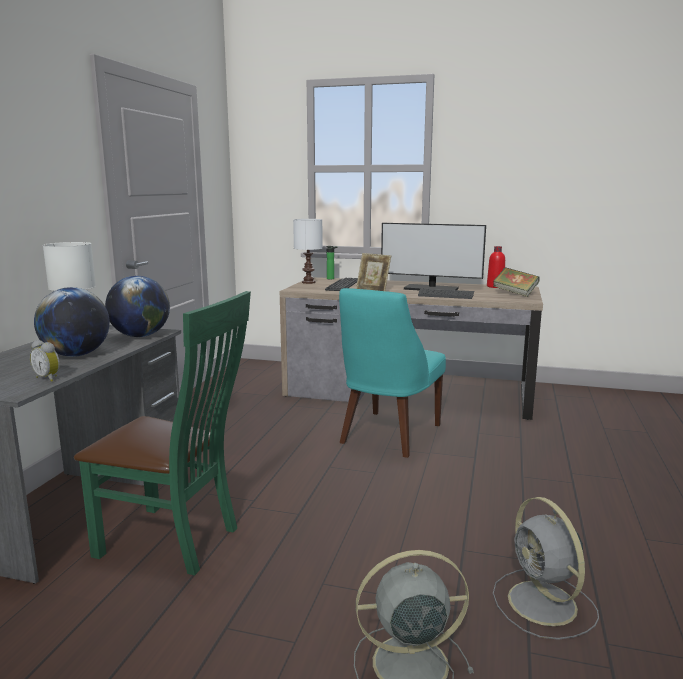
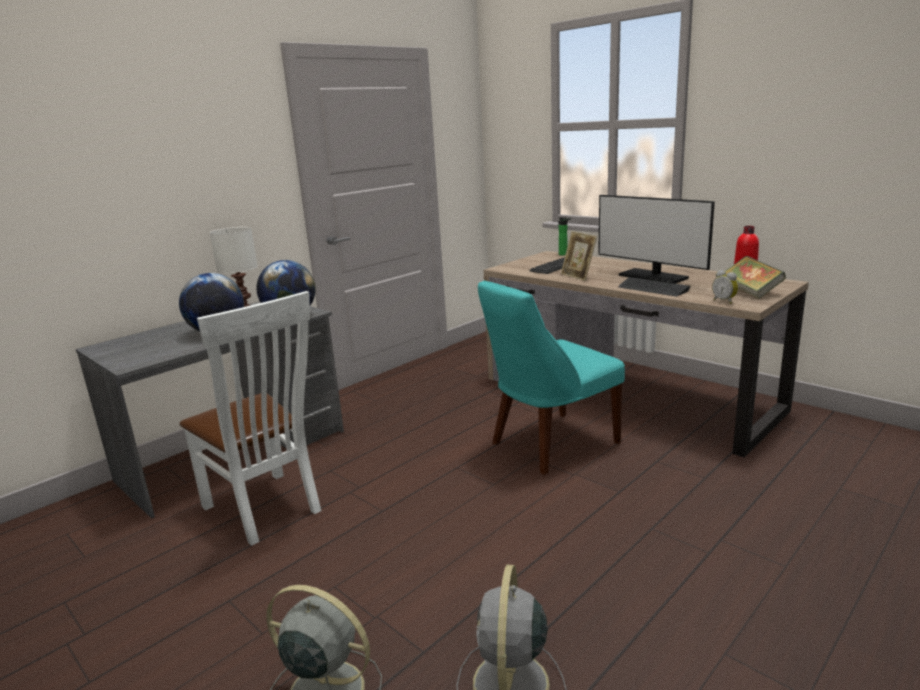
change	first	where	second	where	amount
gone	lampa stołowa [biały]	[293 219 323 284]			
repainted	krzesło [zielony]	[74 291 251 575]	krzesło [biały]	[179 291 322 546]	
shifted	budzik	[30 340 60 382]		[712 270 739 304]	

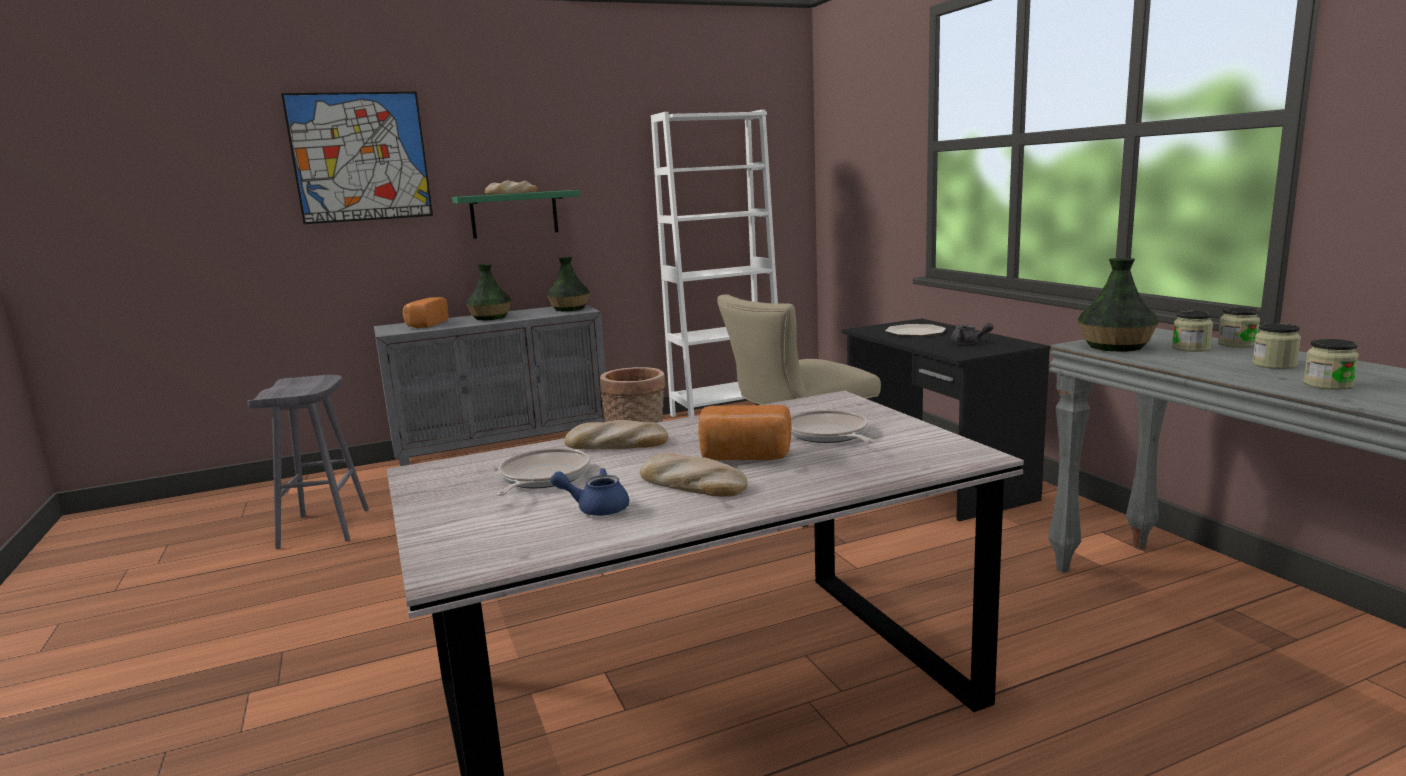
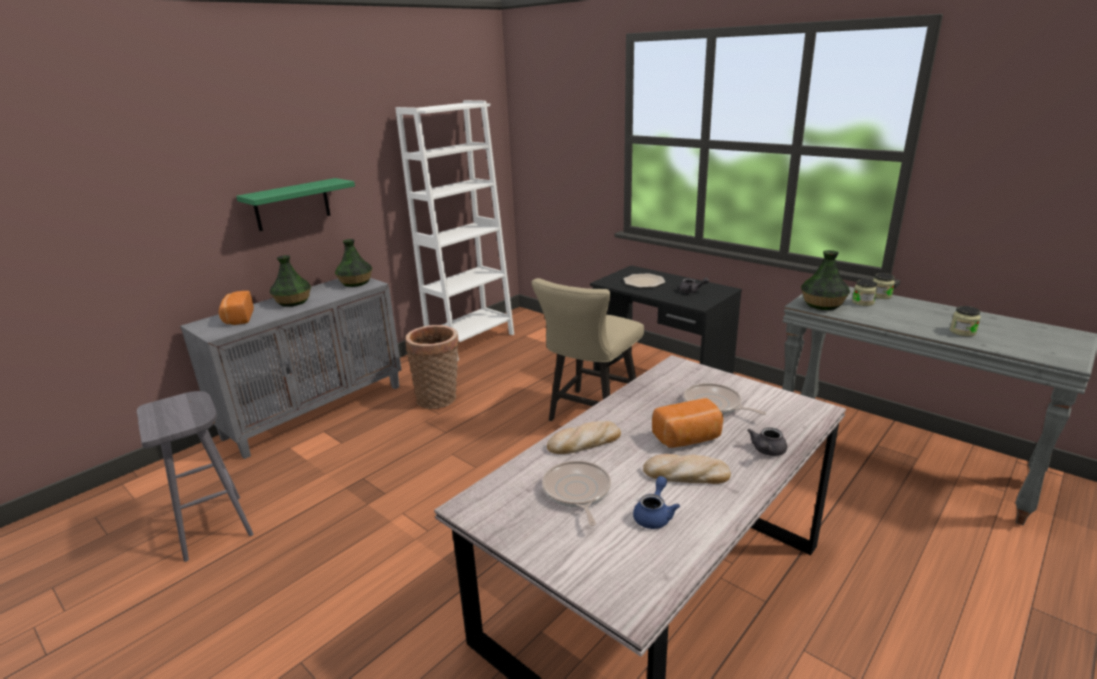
change	first	where	second	where	amount
gone	obraz	[281 92 433 224]			
gone	chleb	[485 180 538 195]			
gone	słoik	[1252 323 1301 369]			
rotated	imbryk [niebieski]	[551 468 629 516]		[633 476 680 529]	135 degrees clockwise
new			imbryk [szary]	[747 427 787 456]	

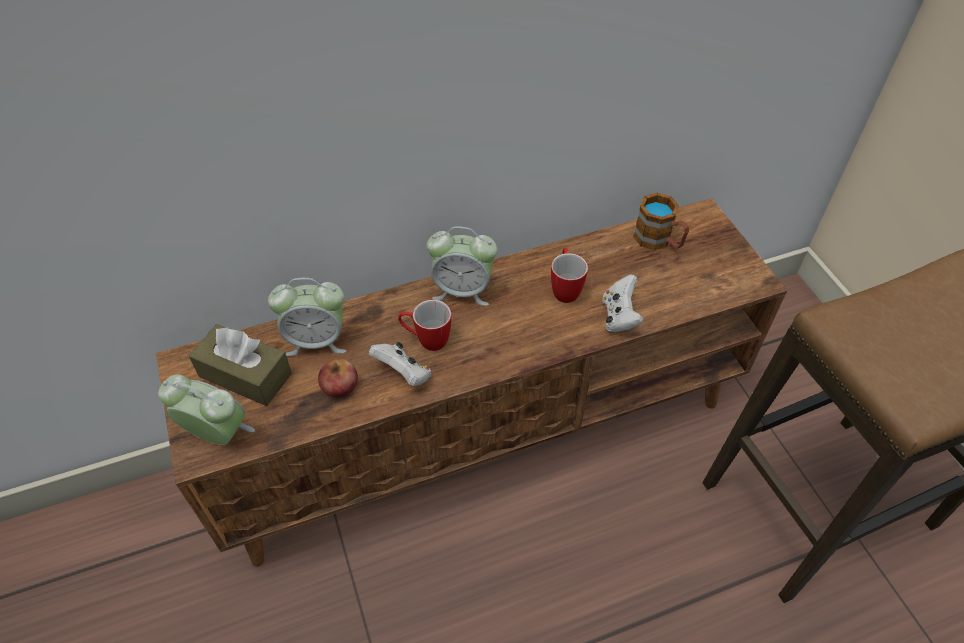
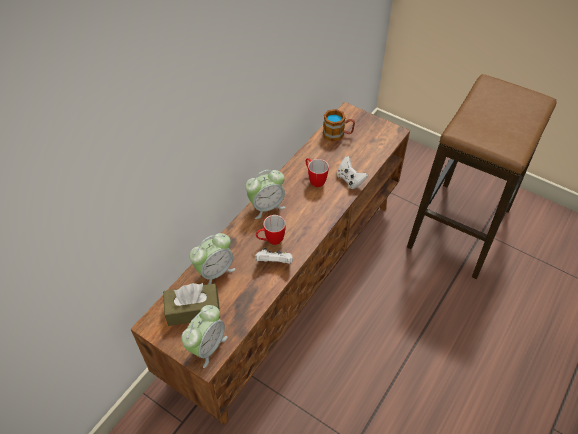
change	first	where	second	where	amount
gone	jabłko	[318 358 358 398]			
rotated	budzik	[158 374 255 445]		[181 305 227 368]	135 degrees clockwise

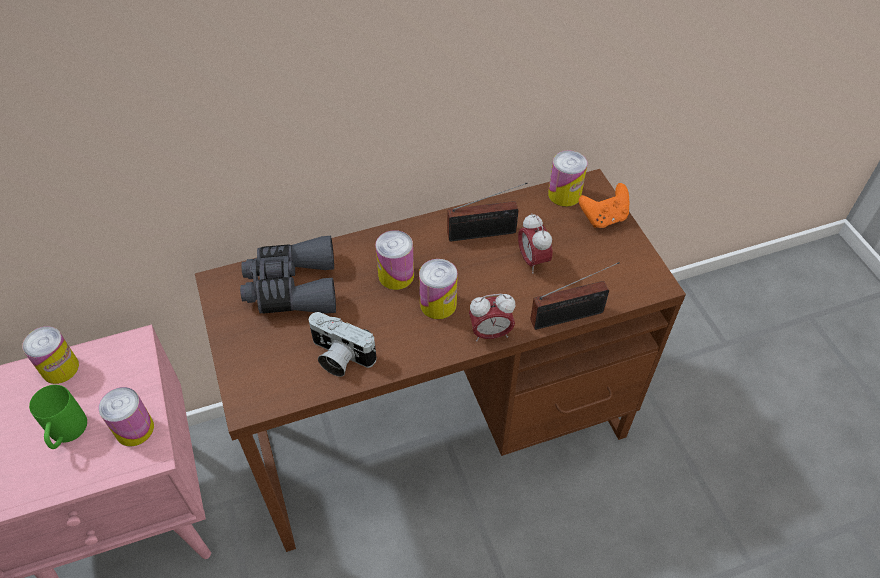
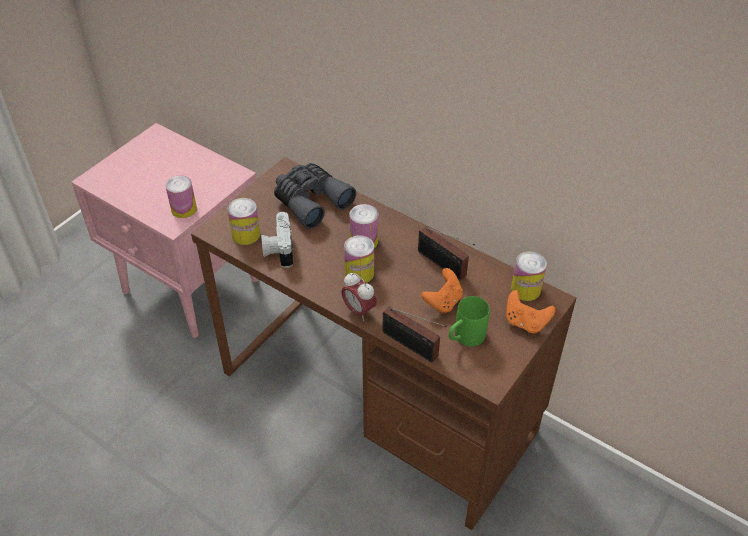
change	first	where	second	where	amount
swapped	budzik	[518 213 553 273]	pad do gier [pomarańczowy]	[421 268 463 314]	
shifted	puszka	[22 326 79 384]		[228 198 260 245]	
shifted	kubek [zielony]	[29 385 87 449]		[449 296 490 347]	

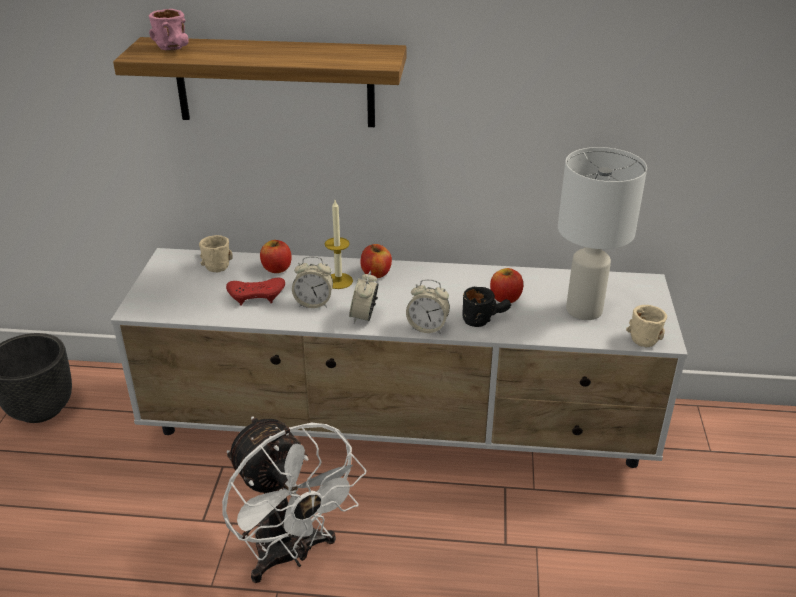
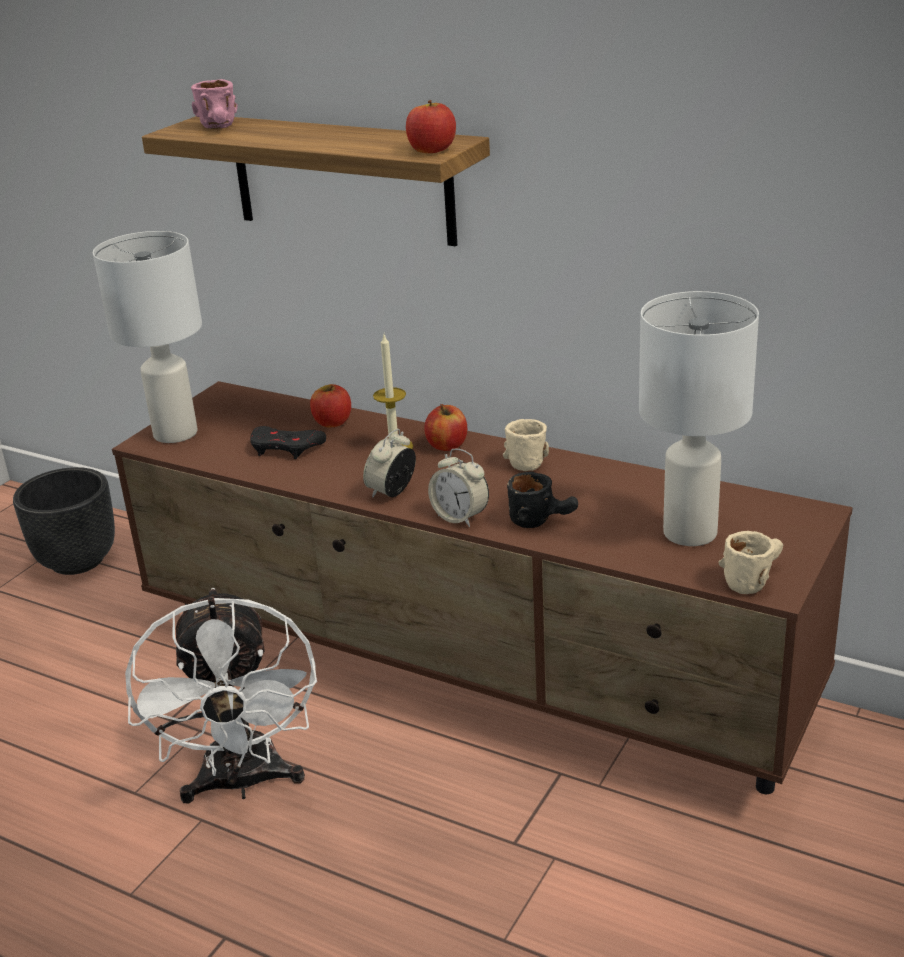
change	first	where	second	where	amount
shifted	kubek [beżowy]	[199 235 233 272]		[503 419 549 471]	
repainted	szafka pod telewizor [biały]	[111 248 688 468]	szafka pod telewizor [brązowy]	[112 381 853 794]	
gone	budzik	[292 256 333 308]			
shifted	jabłko	[490 268 523 303]		[406 100 456 153]	
repainted	pad do gier [czerwony]	[226 277 285 306]	pad do gier [czarny]	[250 426 326 459]	
new			lampa stołowa [biały]	[93 231 202 443]	

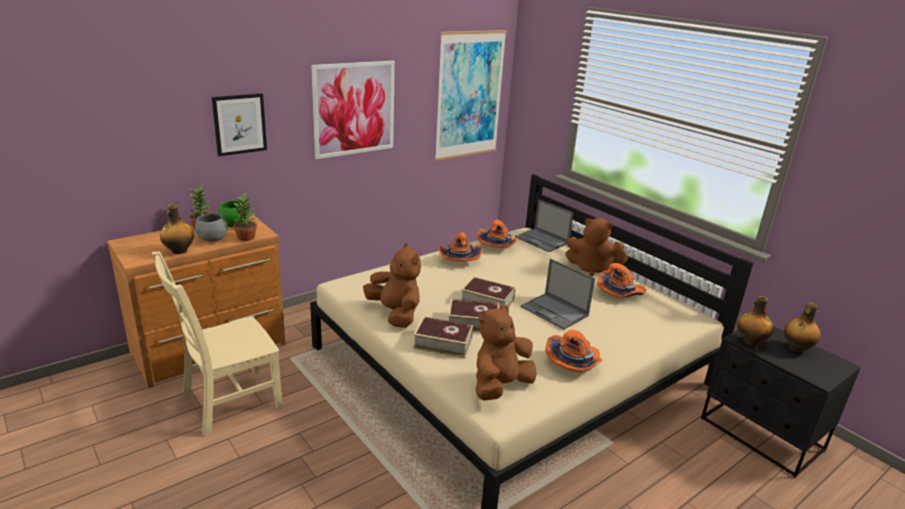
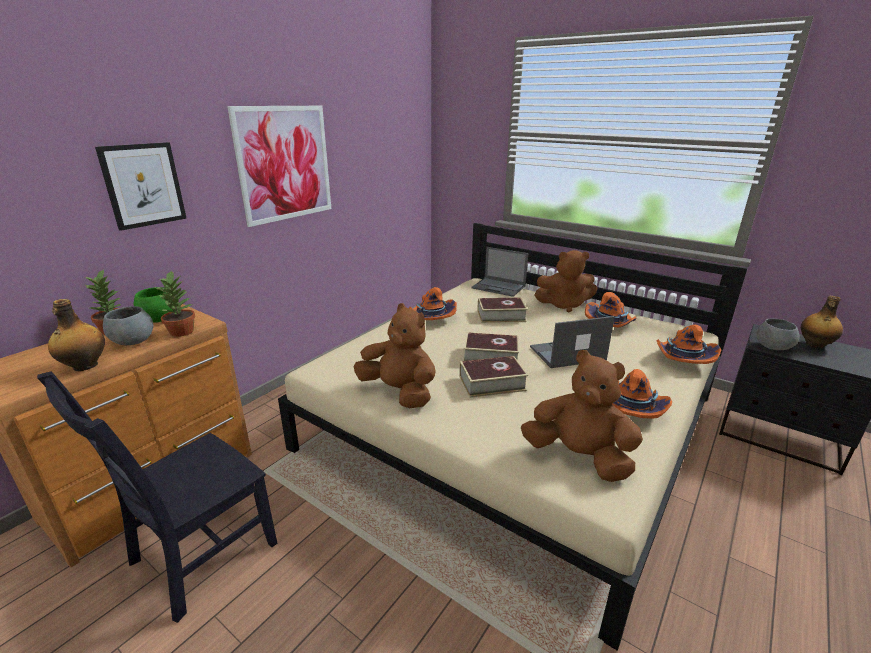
change	first	where	second	where	amount
gone	obraz	[434 30 507 161]			
shifted	kapelusz [pomarańczowy]	[477 220 519 248]		[656 325 721 364]	
repainted	krzesło [beżowy]	[152 251 283 436]	krzesło [czarny]	[37 371 277 623]	
rotated	laptop	[520 259 595 330]		[530 316 615 368]	135 degrees clockwise
swapped	butelka	[737 296 773 346]	miska [szary]	[756 319 799 350]	
rotated	pluszak [brązowy]	[476 305 537 401]		[521 350 643 482]	90 degrees clockwise
shifted	książka	[413 317 473 358]		[477 298 528 323]	

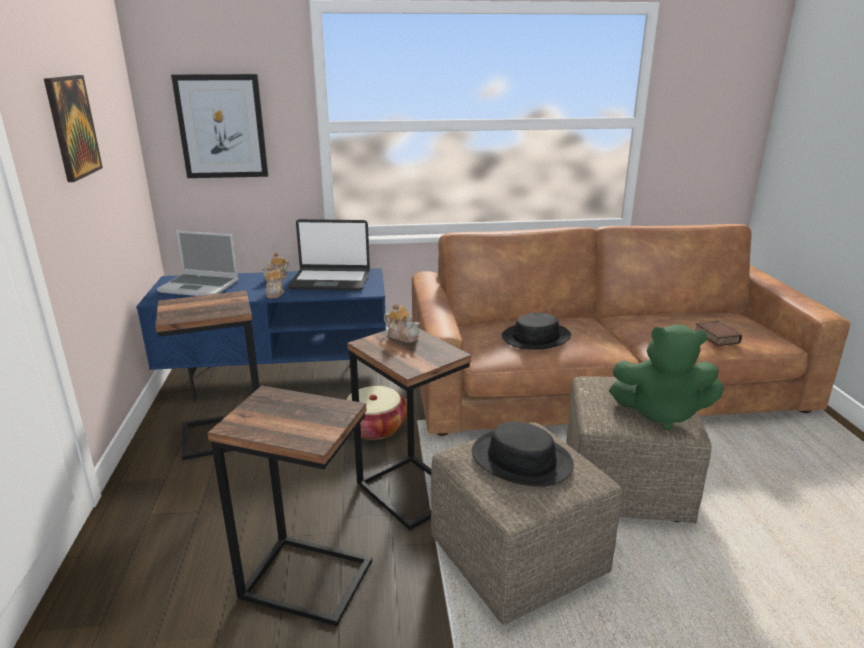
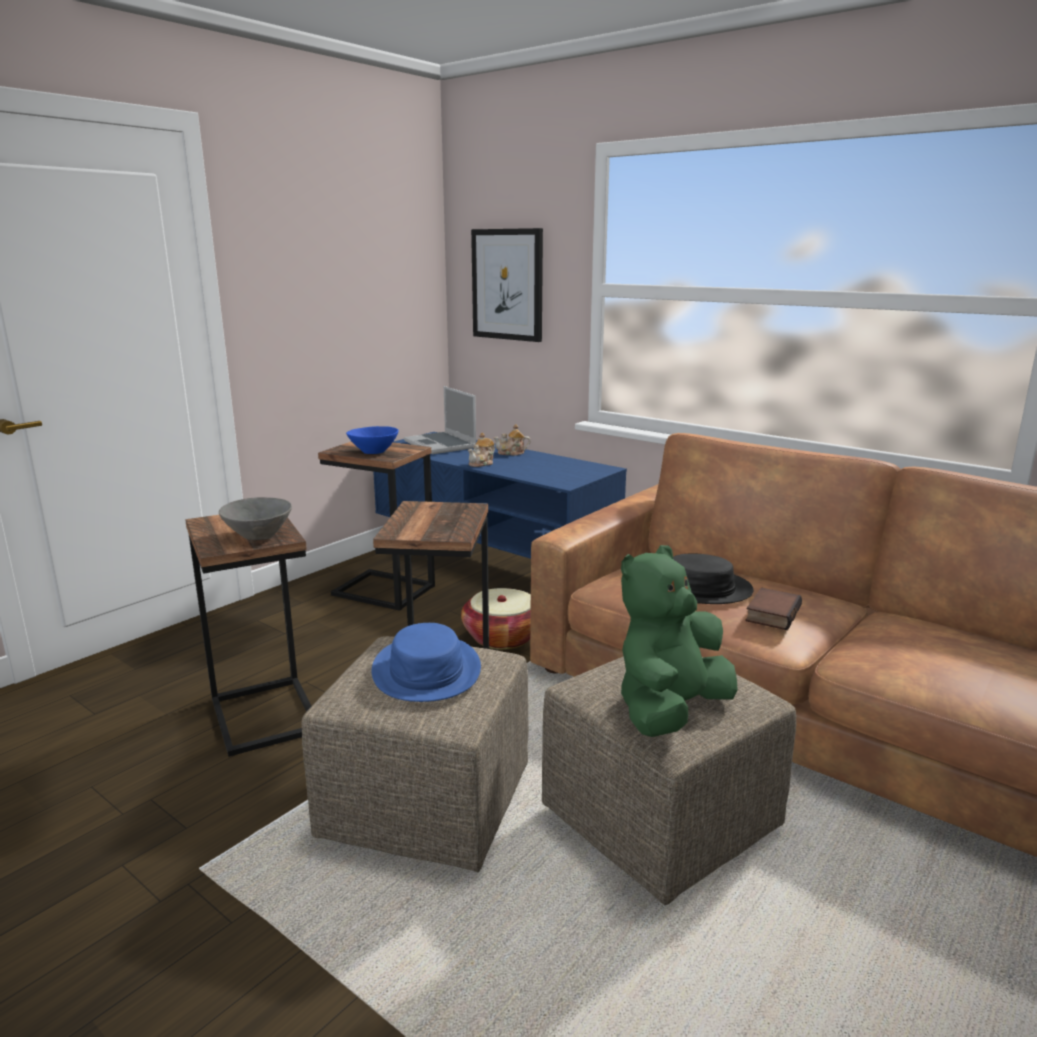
change	first	where	second	where	amount
gone	obraz	[44 75 103 182]			
gone	laptop	[288 219 370 291]			
gone	imbryk	[384 303 420 343]			
shifted	książka	[695 321 742 346]		[745 588 802 630]	
rotated	pluszak [zielony]	[609 325 724 430]		[621 545 738 737]	75 degrees clockwise
repainted	kapelusz [czarny]	[472 422 574 487]	kapelusz [niebieski]	[372 623 481 702]	
new			miska [niebieski]	[346 426 398 454]	
new			miska [szary]	[219 497 292 540]	

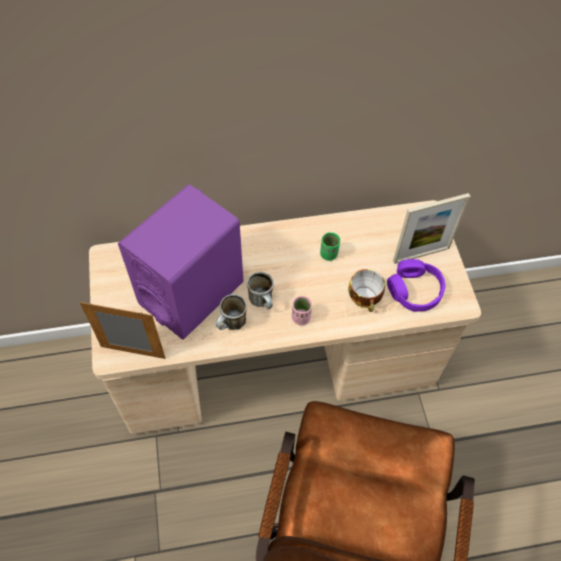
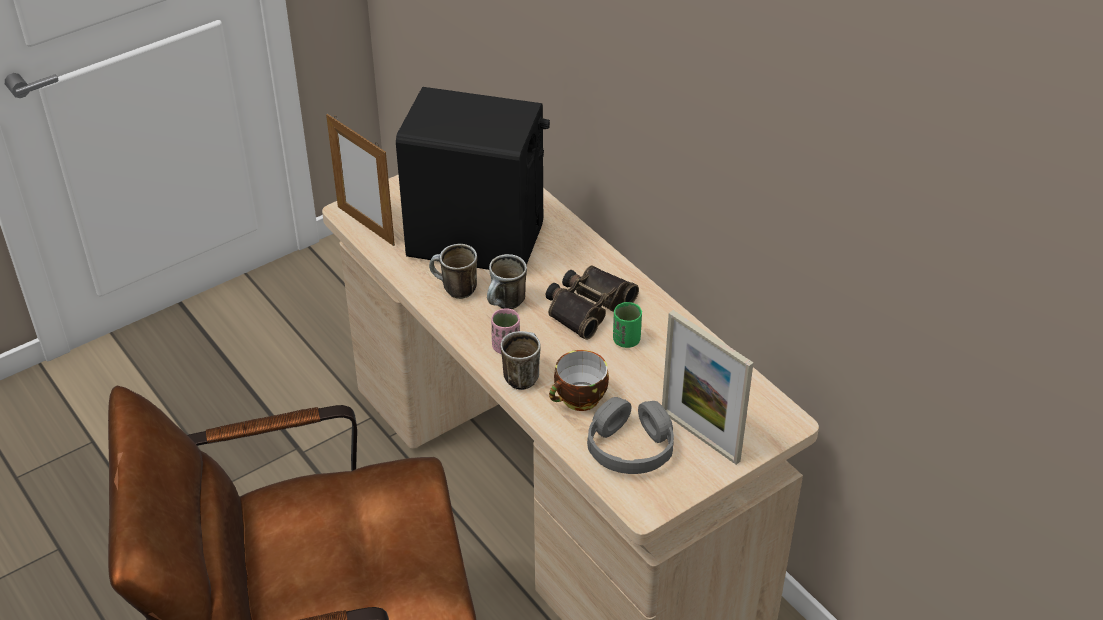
change	first	where	second	where	amount
repainted	głośnik [fioletowy]	[118 184 244 340]	głośnik [czarny]	[396 87 550 270]	
repainted	słuchawki [fioletowy]	[387 259 446 312]	słuchawki [szary]	[587 397 674 474]	
rotated	ramka na zdjęcie	[80 302 165 359]		[326 114 395 246]	150 degrees clockwise
new			lornetka	[546 265 639 340]	
new			kubek	[501 331 541 390]	

